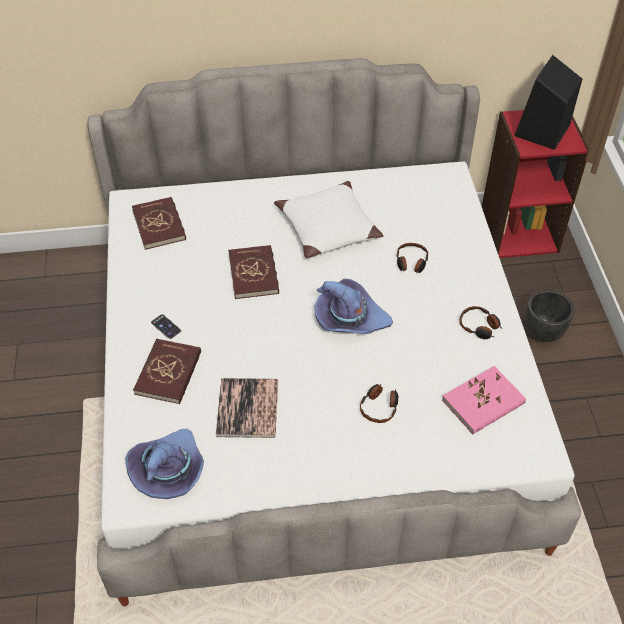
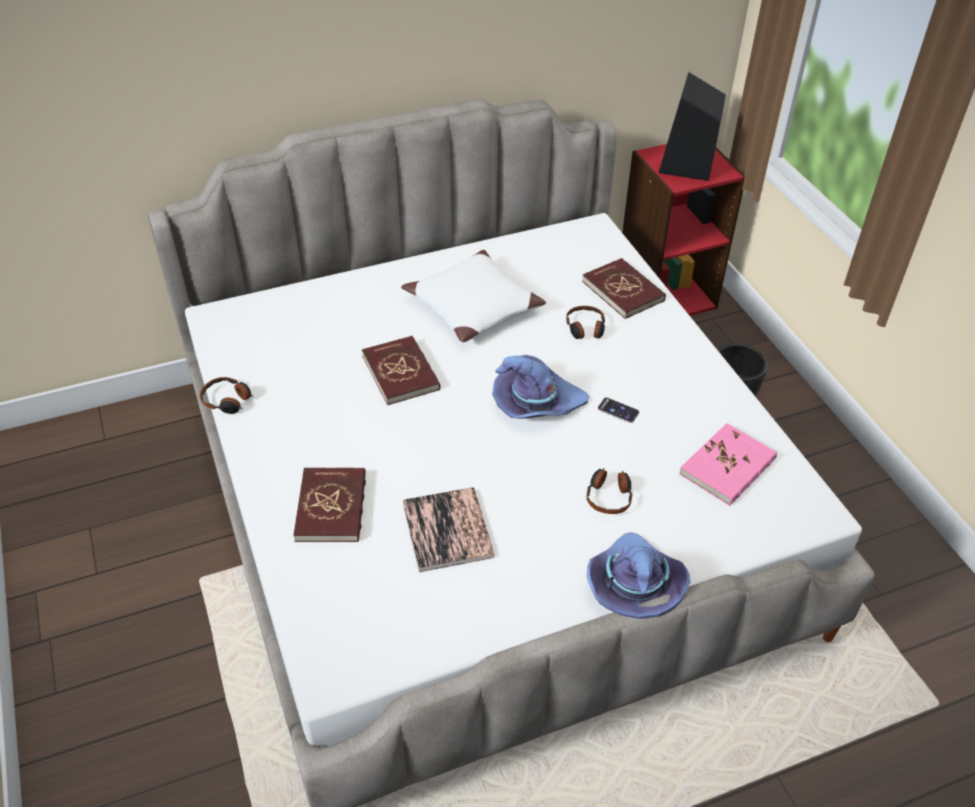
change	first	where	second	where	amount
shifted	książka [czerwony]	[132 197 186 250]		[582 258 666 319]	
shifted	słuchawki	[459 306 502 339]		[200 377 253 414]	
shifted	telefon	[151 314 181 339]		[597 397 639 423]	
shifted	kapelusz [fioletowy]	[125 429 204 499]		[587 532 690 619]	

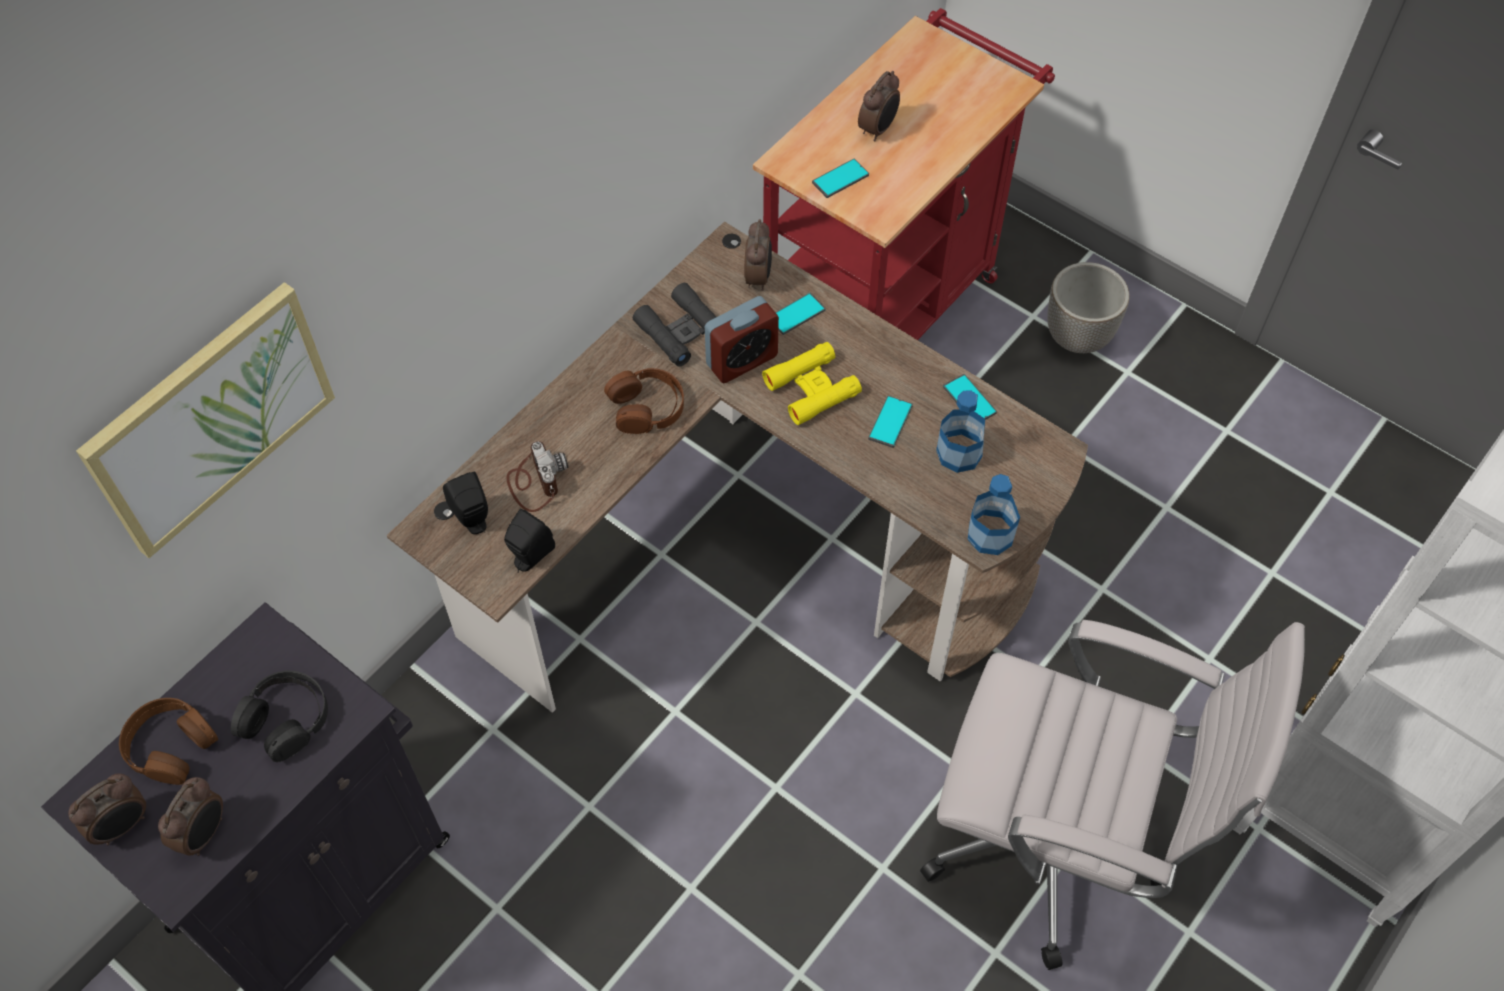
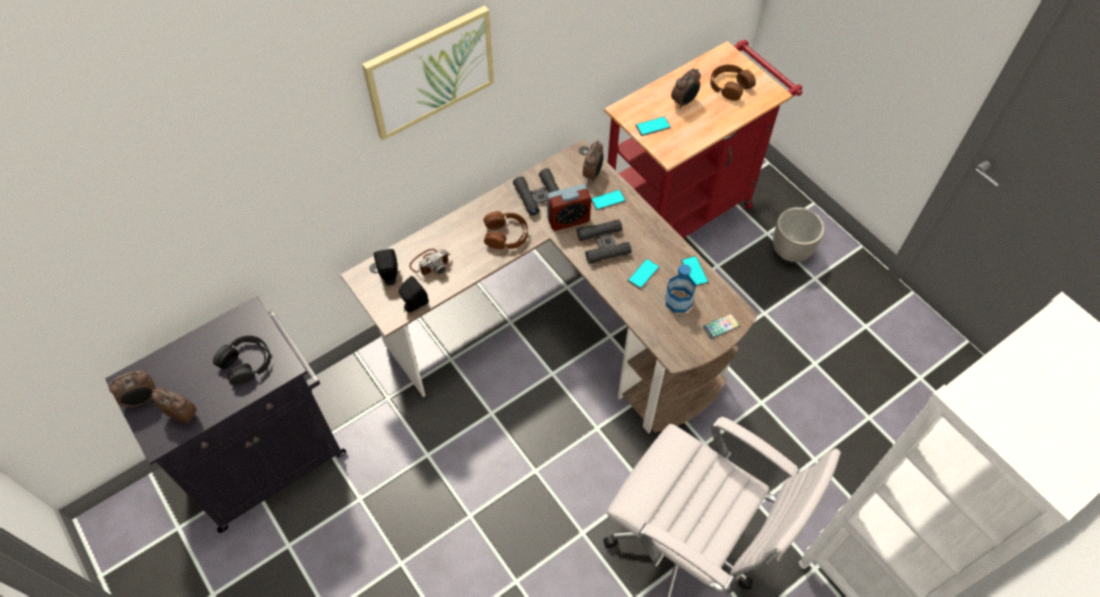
change	first	where	second	where	amount
shifted	obraz	[76 282 335 558]		[362 5 494 141]	
repainted	lornetka [żółty]	[762 342 862 425]	lornetka [czarny]	[577 220 632 264]	
rotated	aparat fotograficzny	[506 441 568 512]		[409 249 450 275]	60 degrees clockwise
gone	butelka	[968 474 1020 555]			
shifted	słuchawki [brązowy]	[119 698 219 785]		[710 64 756 101]	
rotated	budzik	[158 777 223 856]		[151 387 197 424]	105 degrees counterclockwise
new			telefon	[703 314 740 339]	

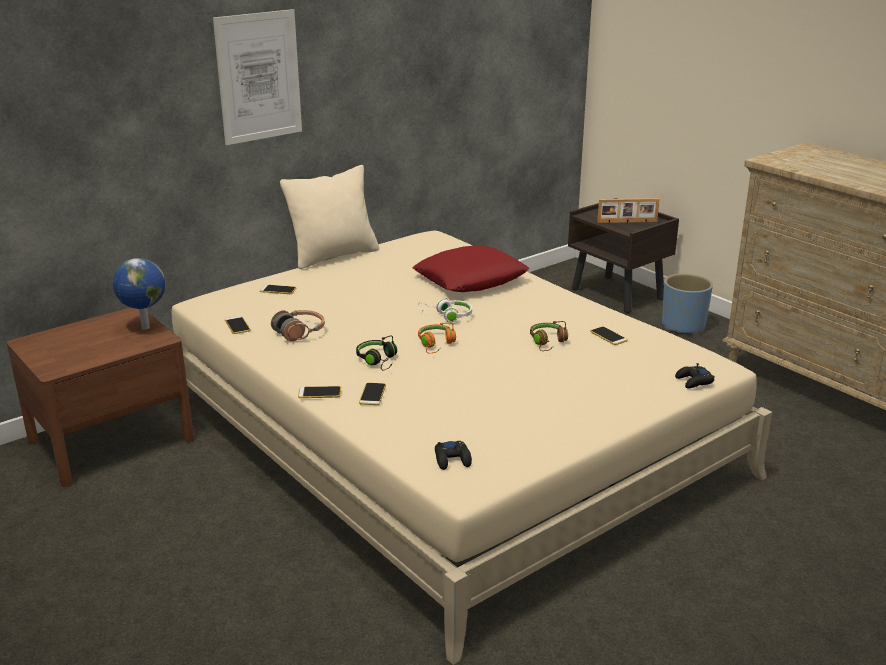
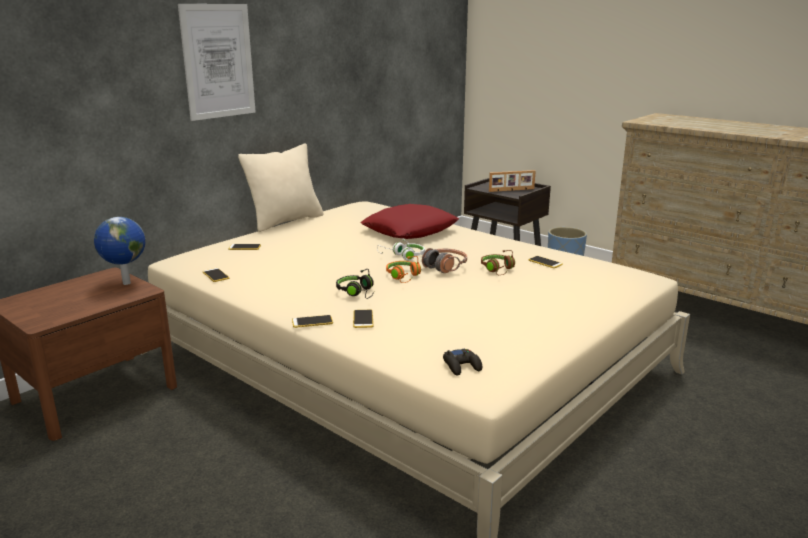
change	first	where	second	where	amount
shifted	słuchawki	[271 310 325 341]		[422 248 467 273]	
gone	pad do gier [czarny]	[675 363 715 389]			

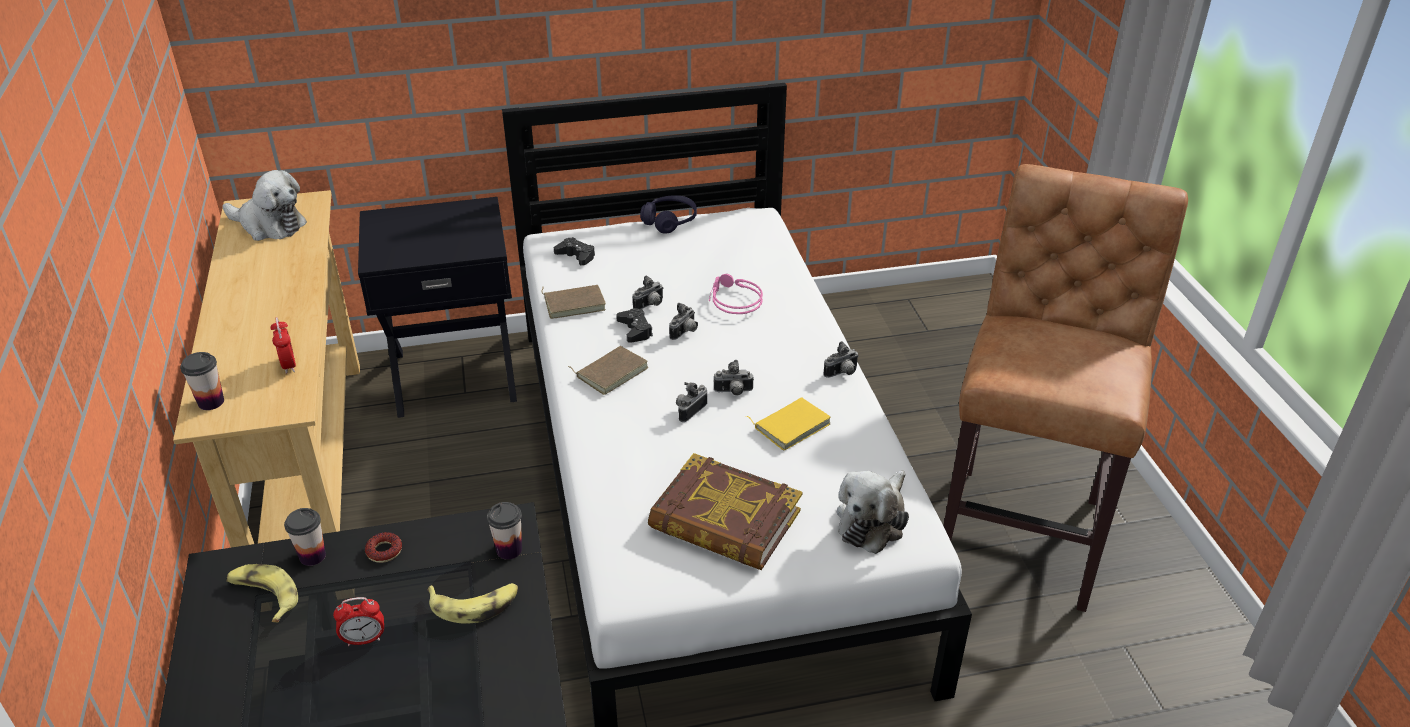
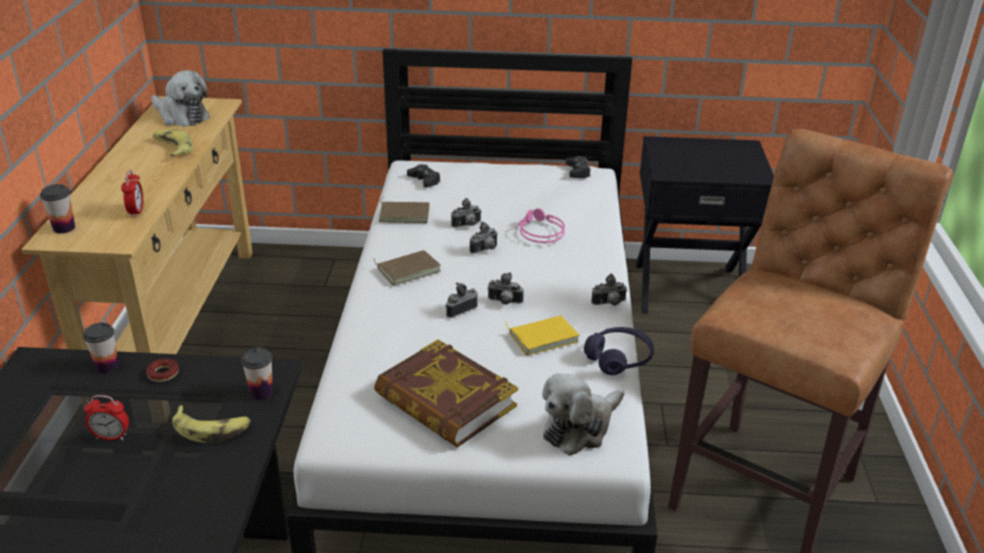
change	first	where	second	where	amount
shifted	słuchawki [fioletowy]	[640 195 697 234]		[584 327 654 375]	
shifted	szafka nocna [czarny]	[358 197 517 418]		[636 136 774 314]	
shifted	pad do gier [czarny]	[616 308 653 343]		[566 156 591 178]	
shifted	banan	[227 564 298 622]		[153 129 193 157]	

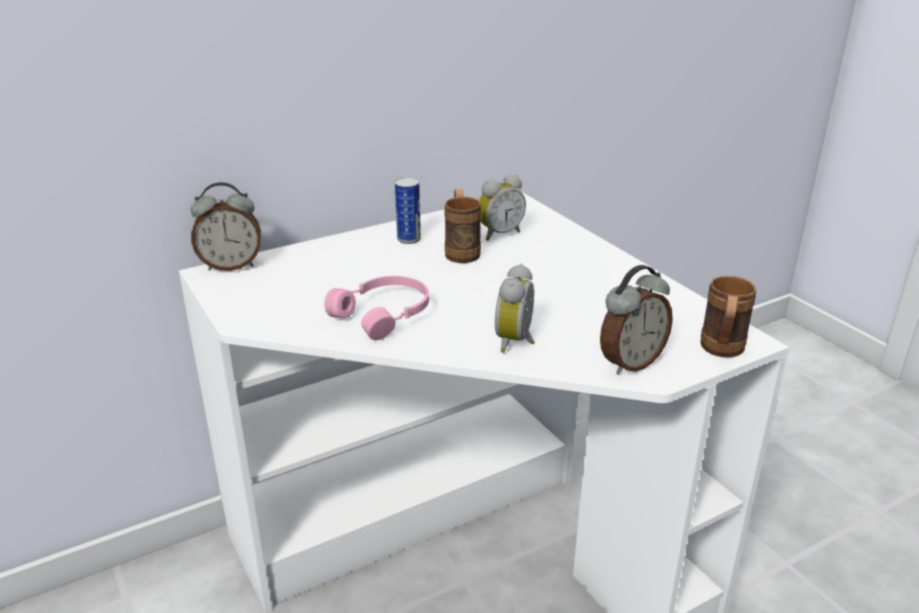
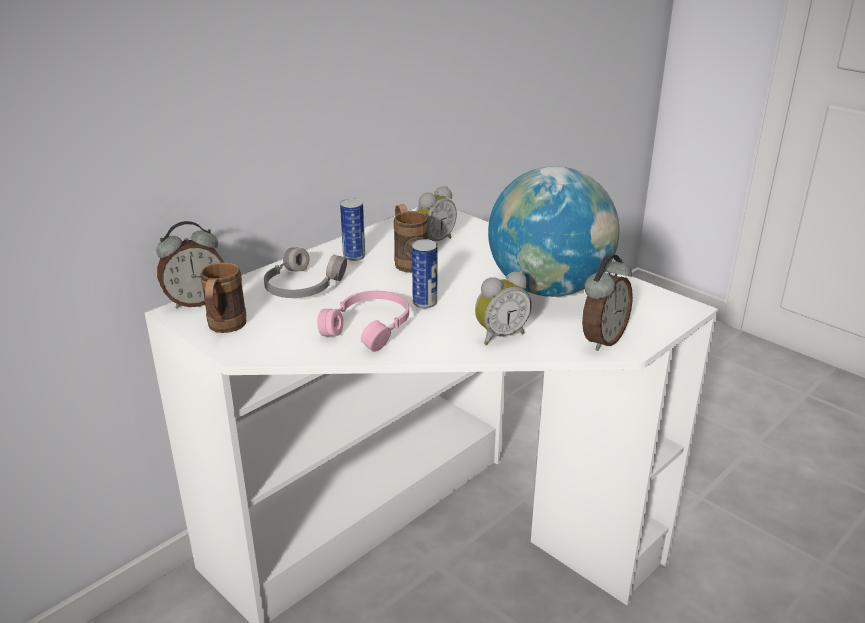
change	first	where	second	where	amount
rotated	budzik	[495 264 535 353]		[475 271 532 345]	120 degrees counterclockwise
shifted	kubek [brązowy]	[700 276 756 357]		[201 262 246 333]	
new			globus	[488 166 620 297]	
new			puszka	[412 239 437 308]	
new			słuchawki [szary]	[264 247 347 298]	

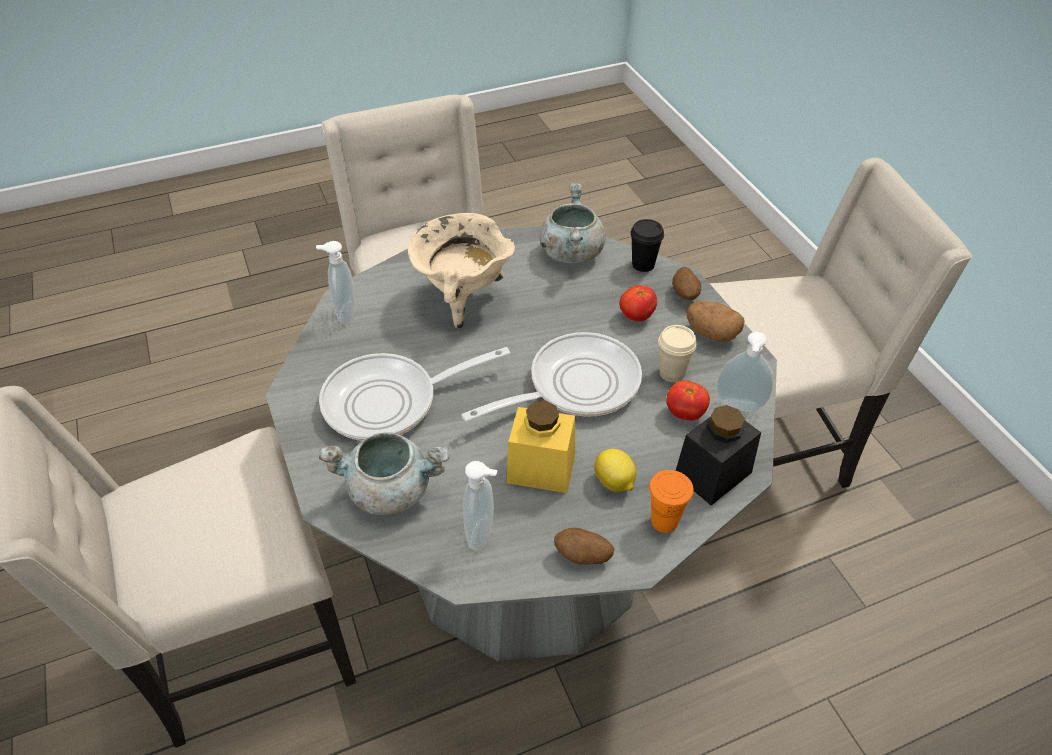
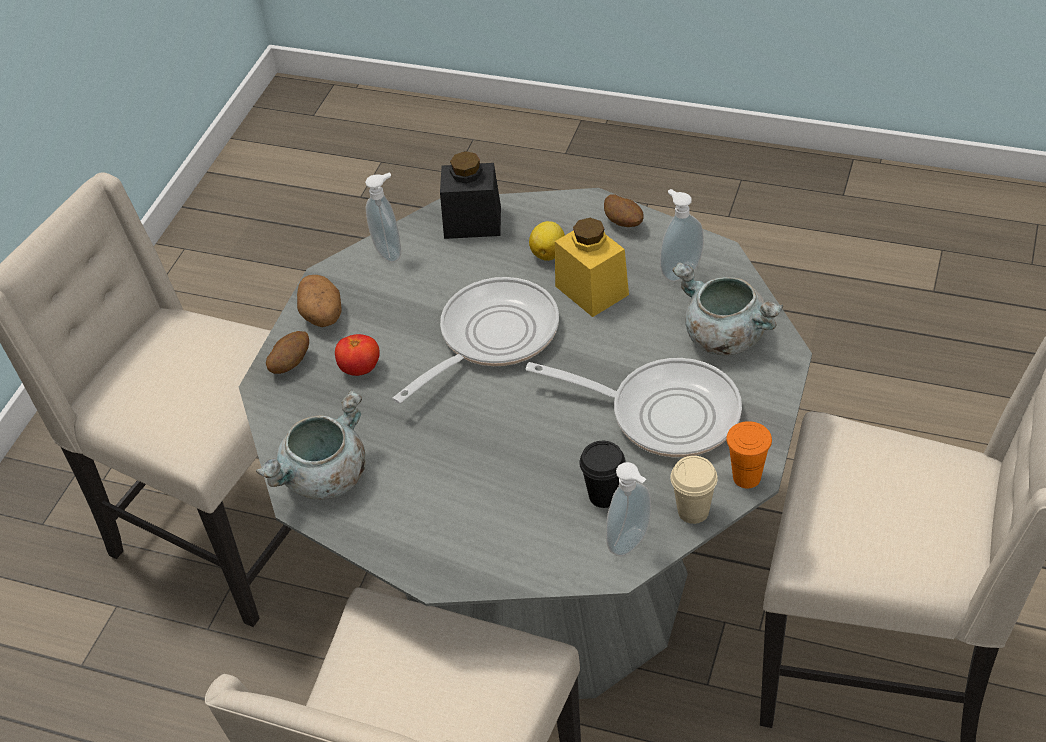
change	first	where	second	where	amount
gone	garnek [beżowy]	[408 213 515 329]			
shifted	filiżanka [czarny]	[630 219 664 272]		[579 441 626 508]	
shifted	filiżanka [beżowy]	[658 325 697 382]		[670 456 718 524]	
rotated	patelnia	[461 332 642 421]		[393 277 559 404]	120 degrees clockwise
gone	pomidor	[666 380 710 421]			
shifted	filiżanka [pomarańczowy]	[649 470 694 533]		[726 421 772 488]	

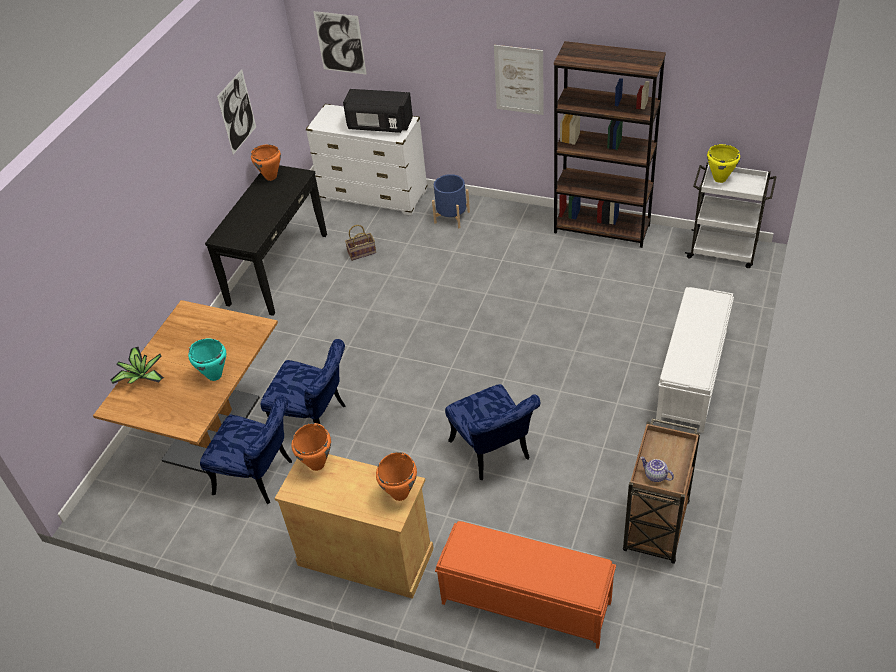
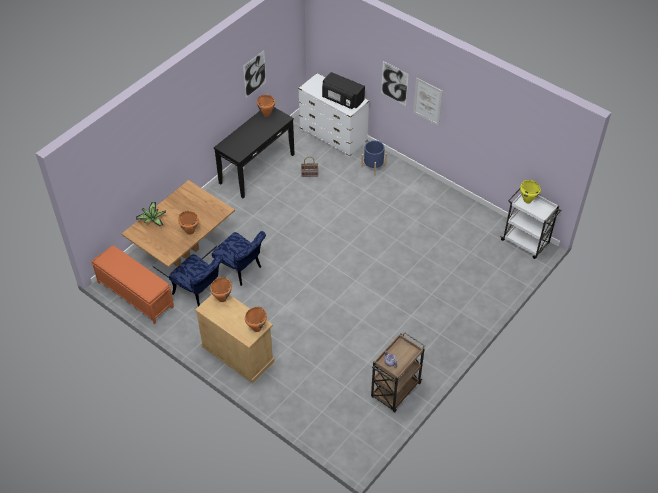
change	first	where	second	where	amount
shifted	obraz	[313 11 367 75]		[381 61 409 106]	
gone	regał [brązowy]	[554 41 666 248]			
gone	ławka [biały]	[656 287 734 433]			
repainted	garnek [turkusowy]	[188 339 226 381]	garnek [pomarańczowy]	[178 211 199 235]	
gone	krzesło [niebieski]	[445 384 540 480]			
shifted	ławka [pomarańczowy]	[435 521 616 649]		[91 245 174 325]	

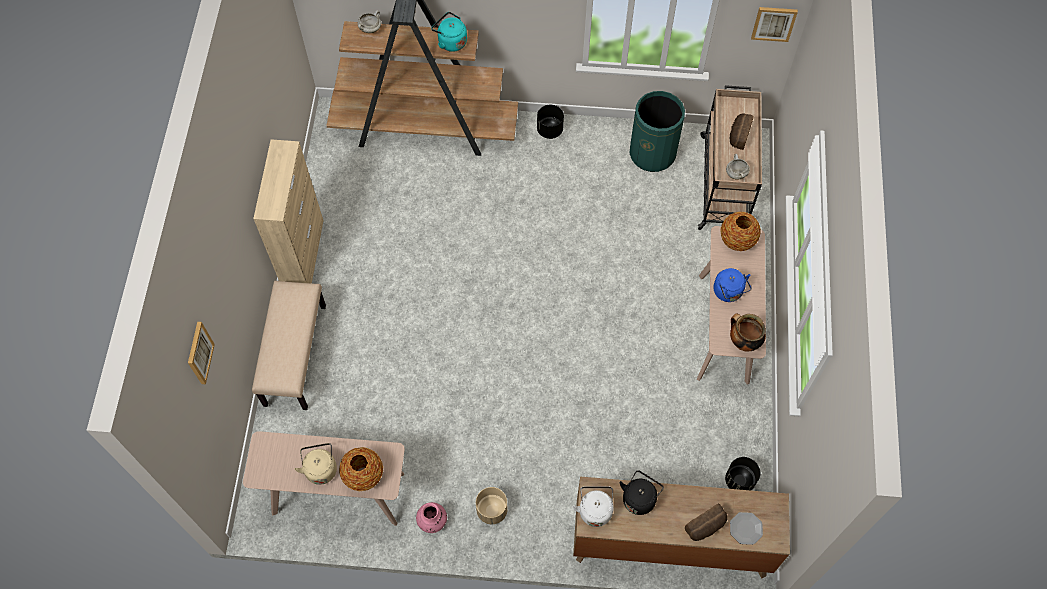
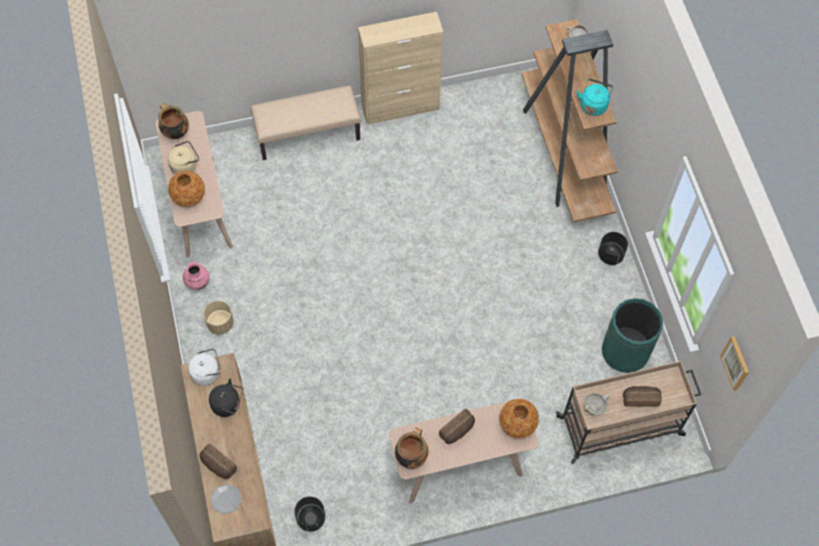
change	first	where	second	where	amount
swapped	czajnik [niebieski]	[714 268 751 302]	chleb	[439 409 475 444]	
gone	obraz	[188 322 215 384]			
new			garnek	[159 103 189 139]	

